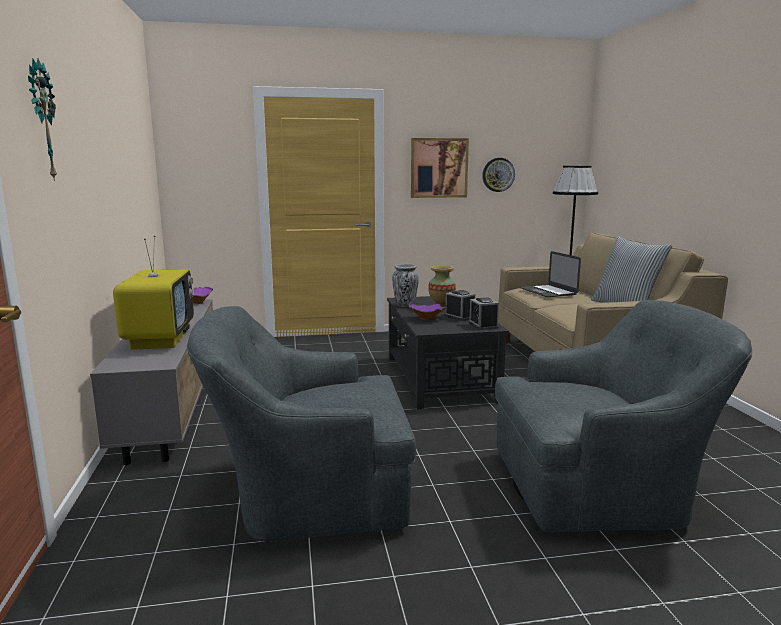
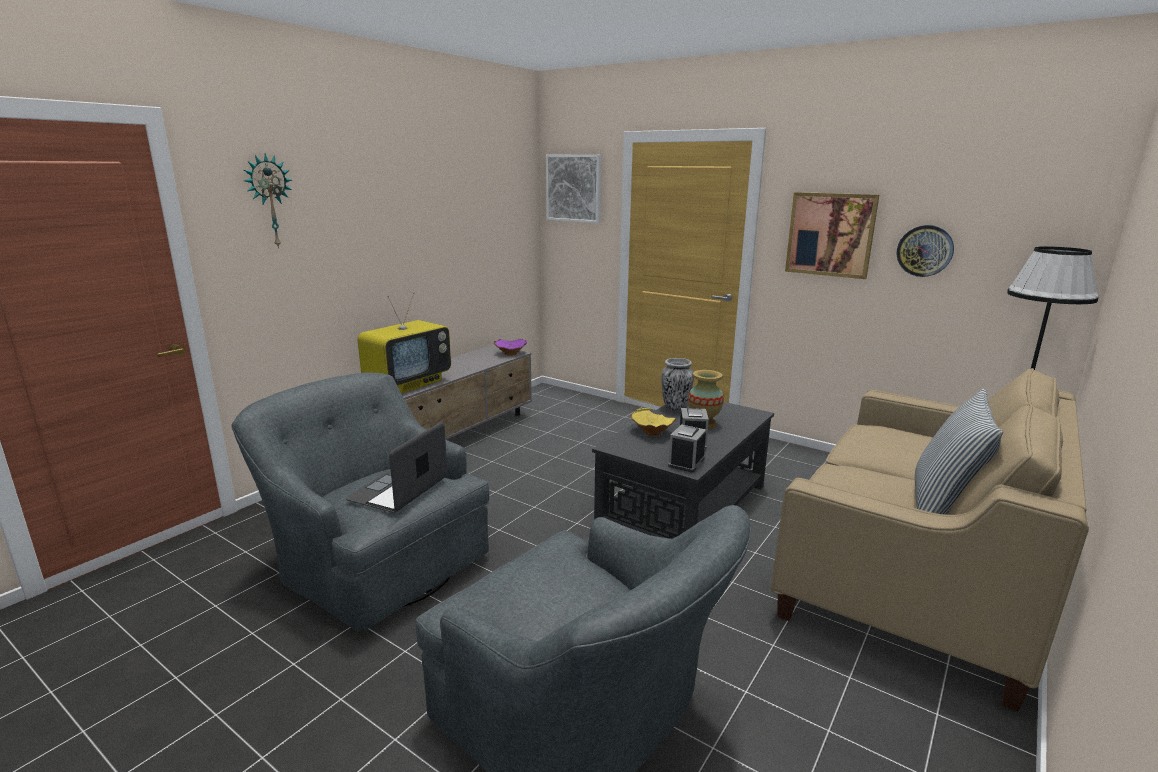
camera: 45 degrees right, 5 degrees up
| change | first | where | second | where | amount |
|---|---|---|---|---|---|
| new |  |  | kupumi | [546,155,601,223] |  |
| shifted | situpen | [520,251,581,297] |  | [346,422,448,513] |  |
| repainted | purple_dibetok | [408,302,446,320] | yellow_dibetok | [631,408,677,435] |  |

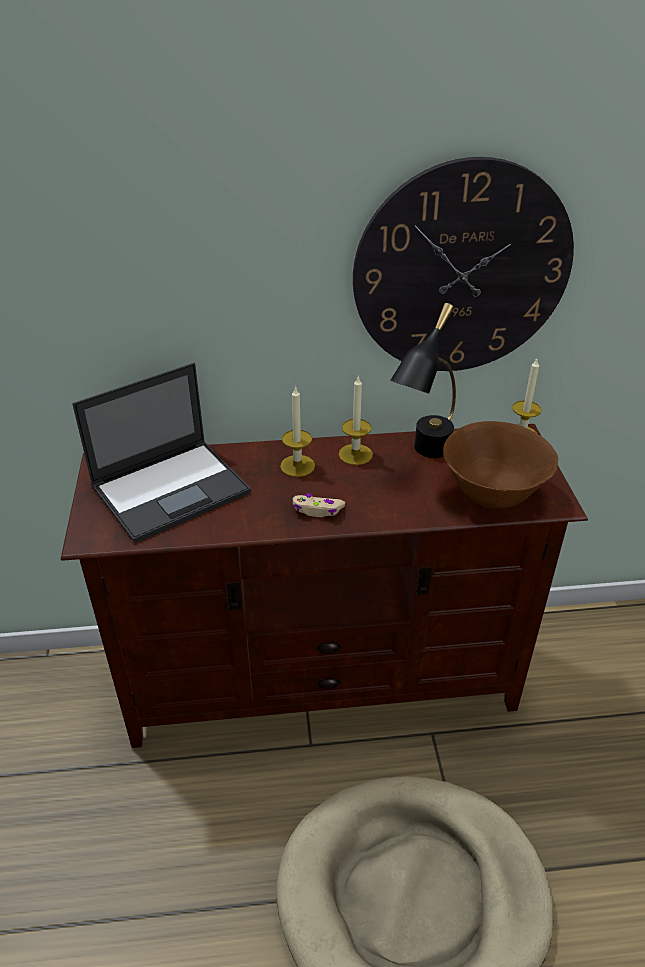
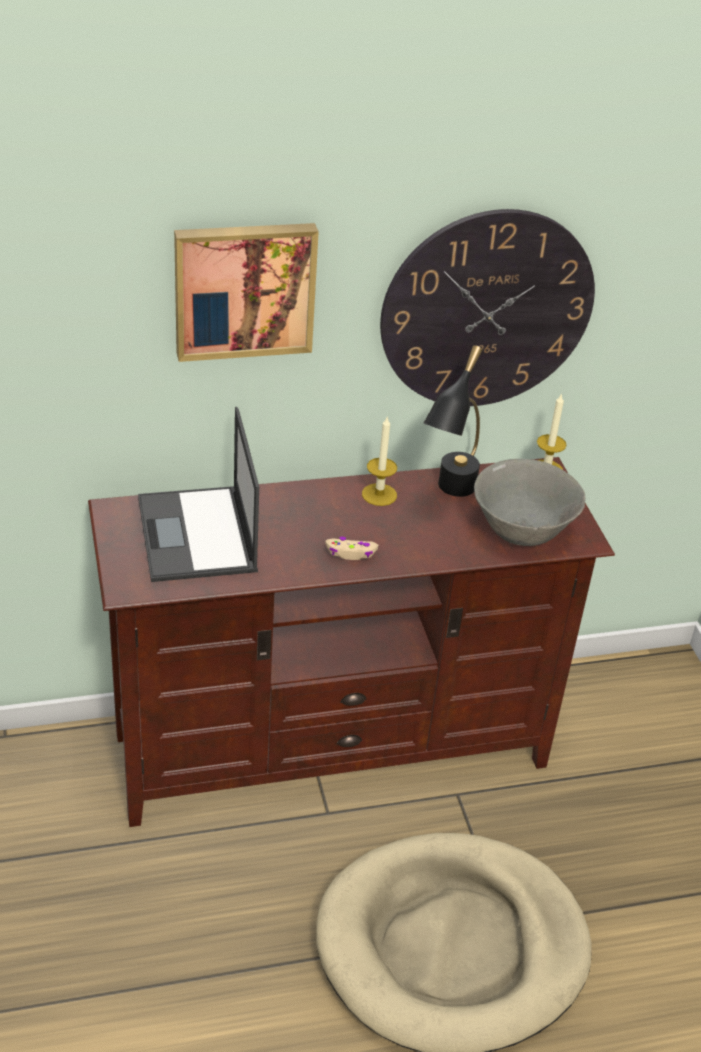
camera: 10 degrees left, 0 degrees up
| change | first | where | second | where | amount |
|---|---|---|---|---|---|
| gone | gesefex | [280,386,315,477] |  |  |  |
| new |  |  | kupumi | [174,223,319,362] |  |
| repainted | brown_dibetok | [443,421,558,508] | grey_dibetok | [474,459,585,546] |  |
| rotated | situpen | [72,363,251,543] |  | [138,407,259,582] | 120 degrees clockwise |

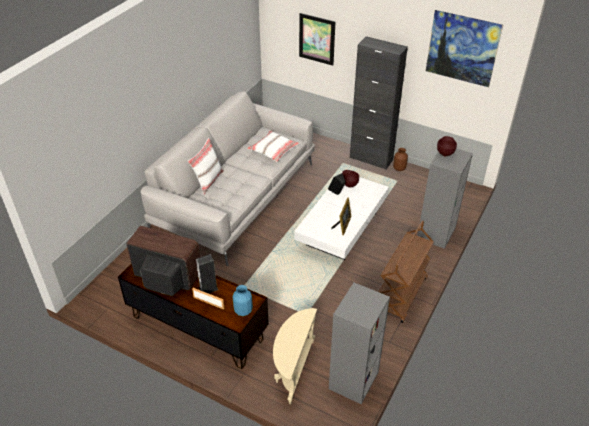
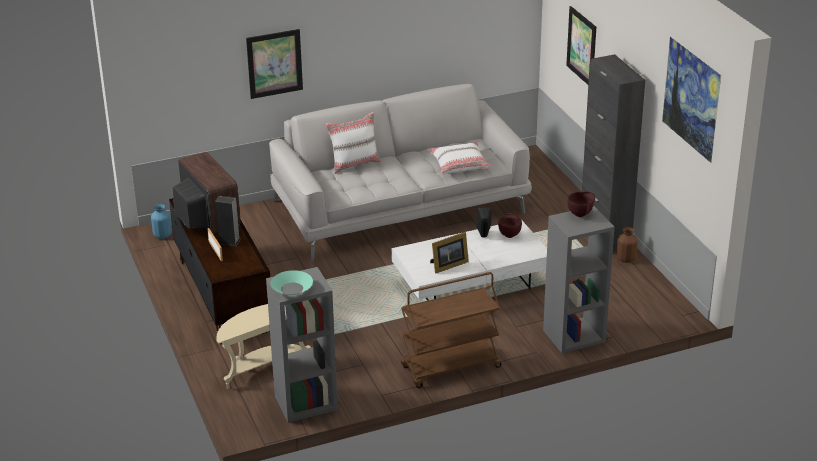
camera: 40 degrees right, 10 degrees down
| change | first | where | second | where | amount |
|---|---|---|---|---|---|
| new |  |  | kupumi | [246,29,303,99] |  |
| new |  |  | turquoise_dibetok | [271,270,313,295] |  |
| shifted | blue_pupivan | [233,285,253,316] |  | [151,204,172,239] |  |

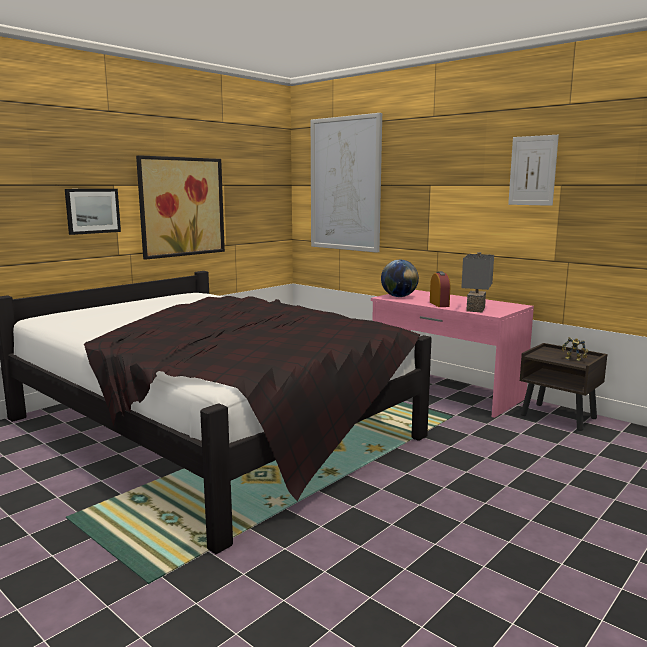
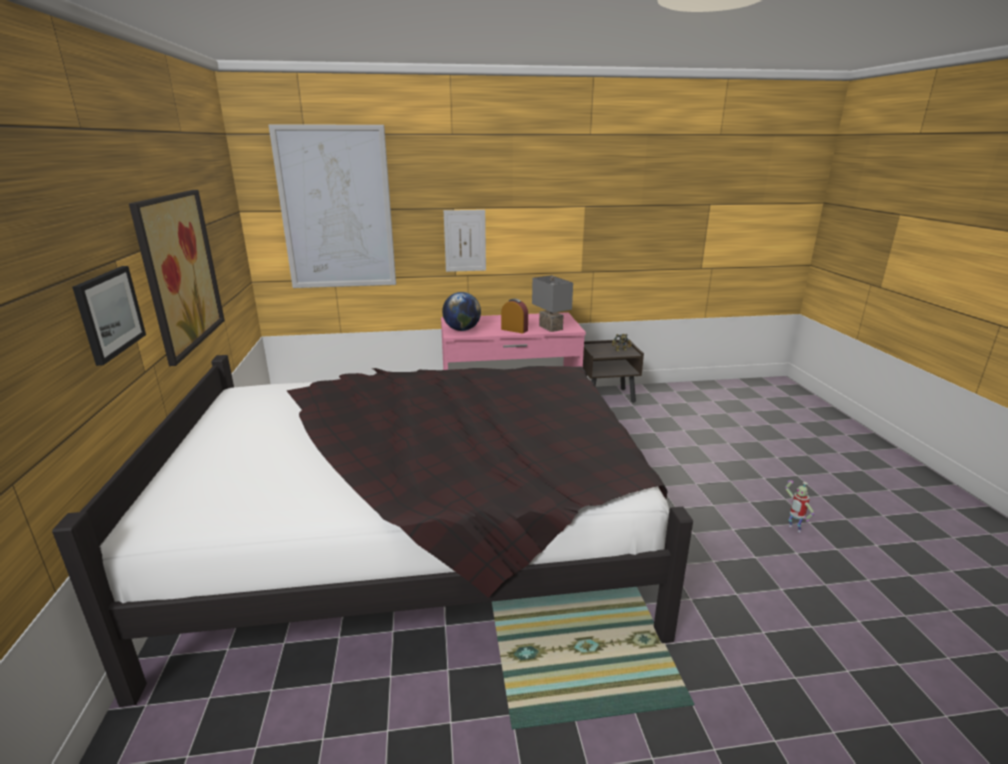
camera: 50 degrees left, 10 degrees up
| change | first | where | second | where | amount |
|---|---|---|---|---|---|
| new |  |  | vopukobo | [785,480,814,532] |  |
| shifted | kupumi | [508,135,559,206] |  | [444,210,486,272] |  |

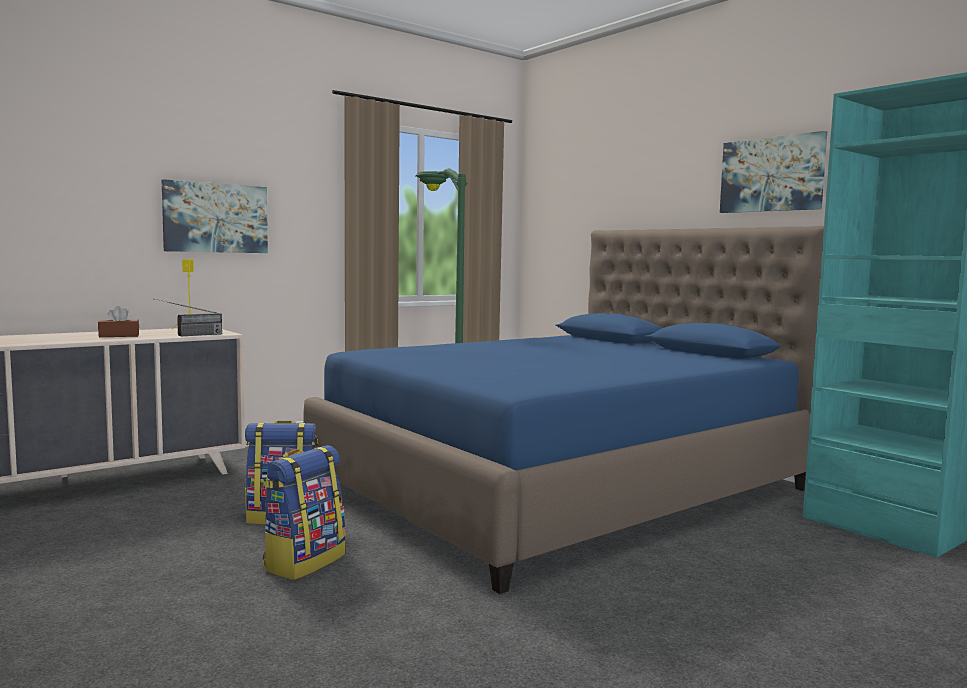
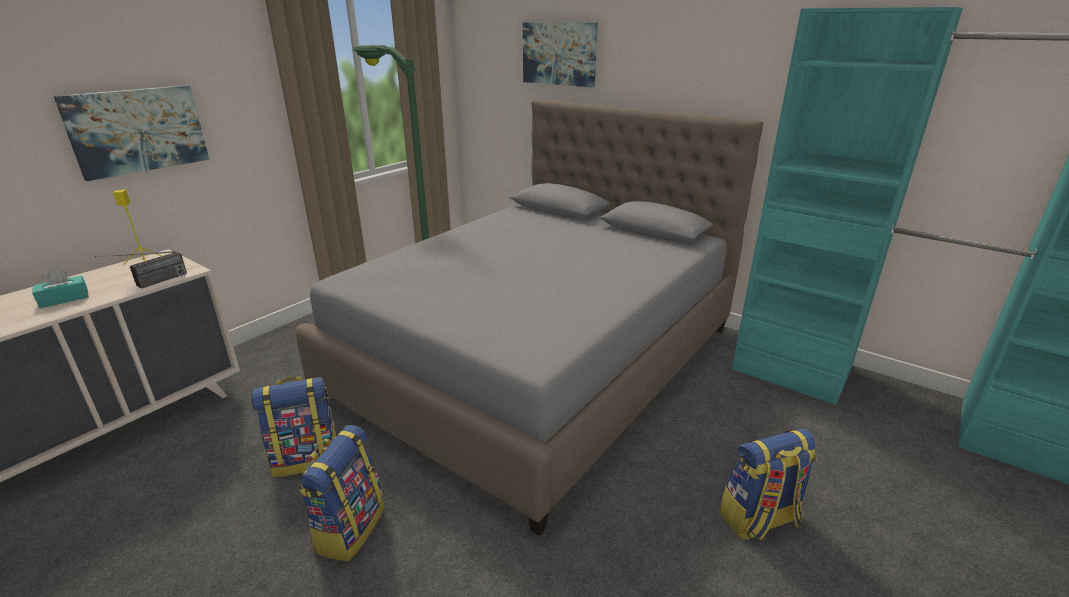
camera: 15 degrees left, 20 degrees up
| change | first | where | second | where | amount |
|---|---|---|---|---|---|
| new |  |  | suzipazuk | [720,428,817,540] |  |
| shifted | kupumi | [720,131,827,213] |  | [523,22,598,87] |  |
| repainted | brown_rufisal | [98,306,139,337] | turquoise_rufisal | [32,269,89,308] |  |
| repainted | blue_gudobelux | [304,226,824,594] | grey_gudobelux | [295,99,763,536] |  |

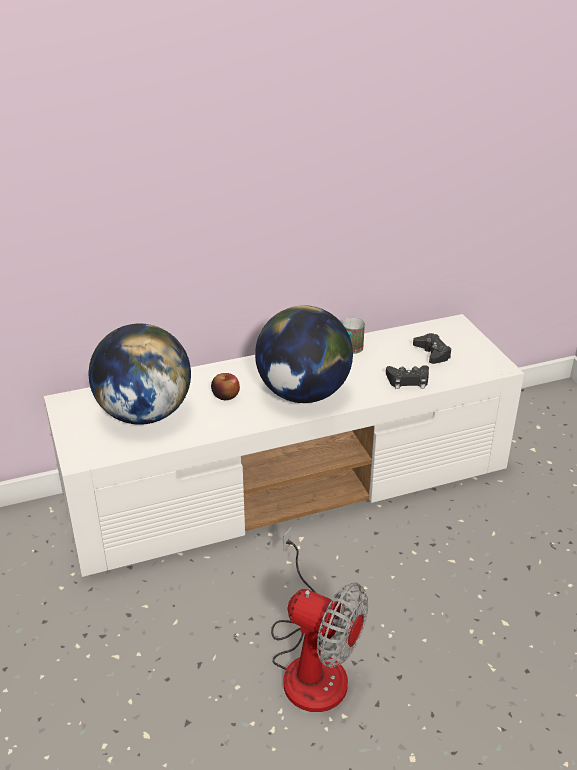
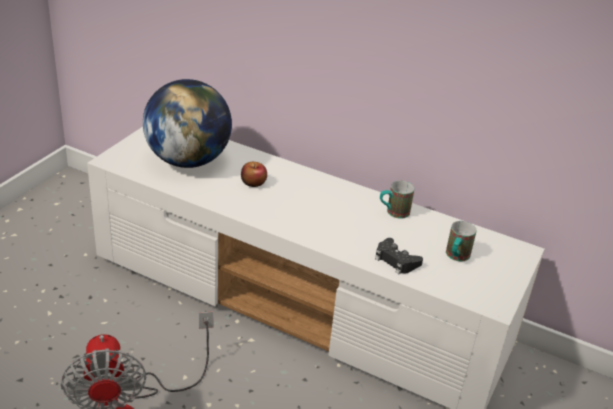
camera: 45 degrees right, 0 degrees up
| change | first | where | second | where | amount |
|---|---|---|---|---|---|
| gone | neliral | [255,305,353,403] |  |  |  |
| swapped | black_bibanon | [413,333,451,364] | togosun | [446,221,477,261] |  |

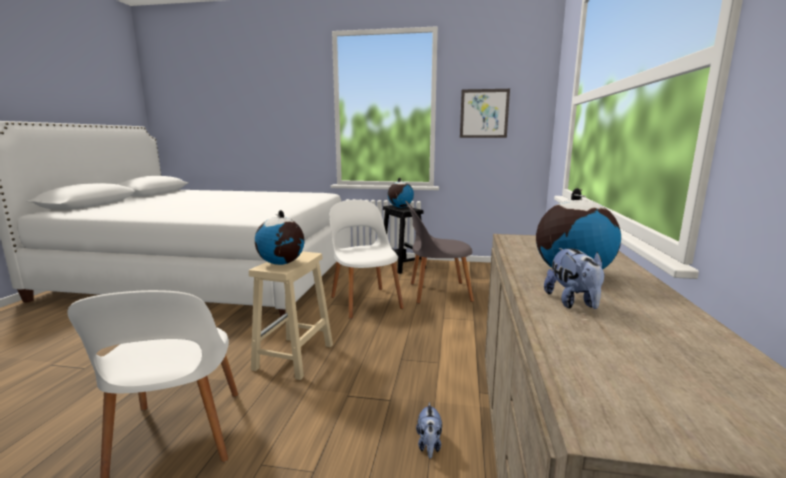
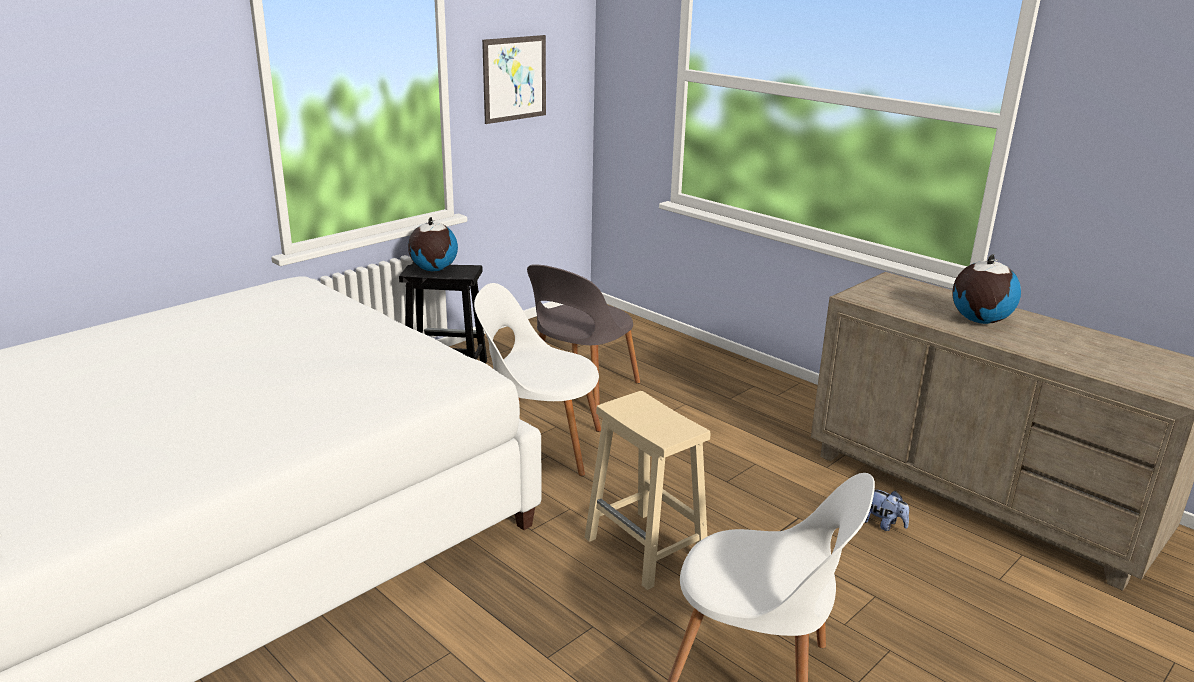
camera: 55 degrees left, 10 degrees up
| change | first | where | second | where | amount |
|---|---|---|---|---|---|
| gone | neliral | [255,210,304,265] |  |  |  |
| gone | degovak | [544,248,605,309] |  |  |  |

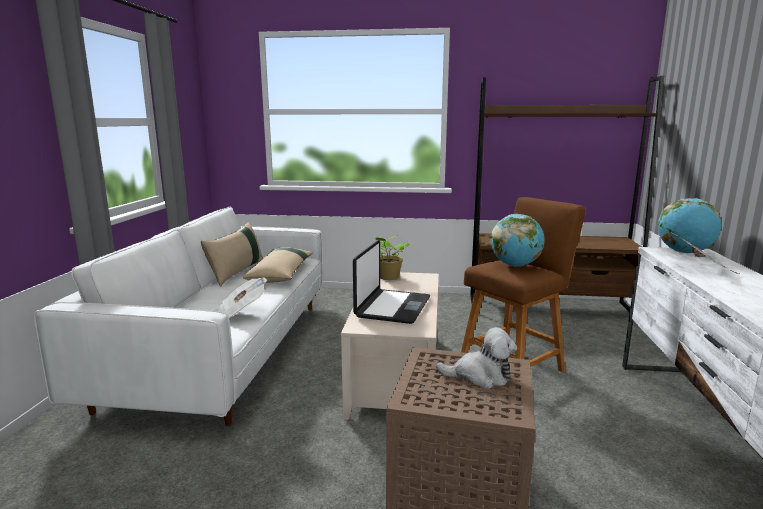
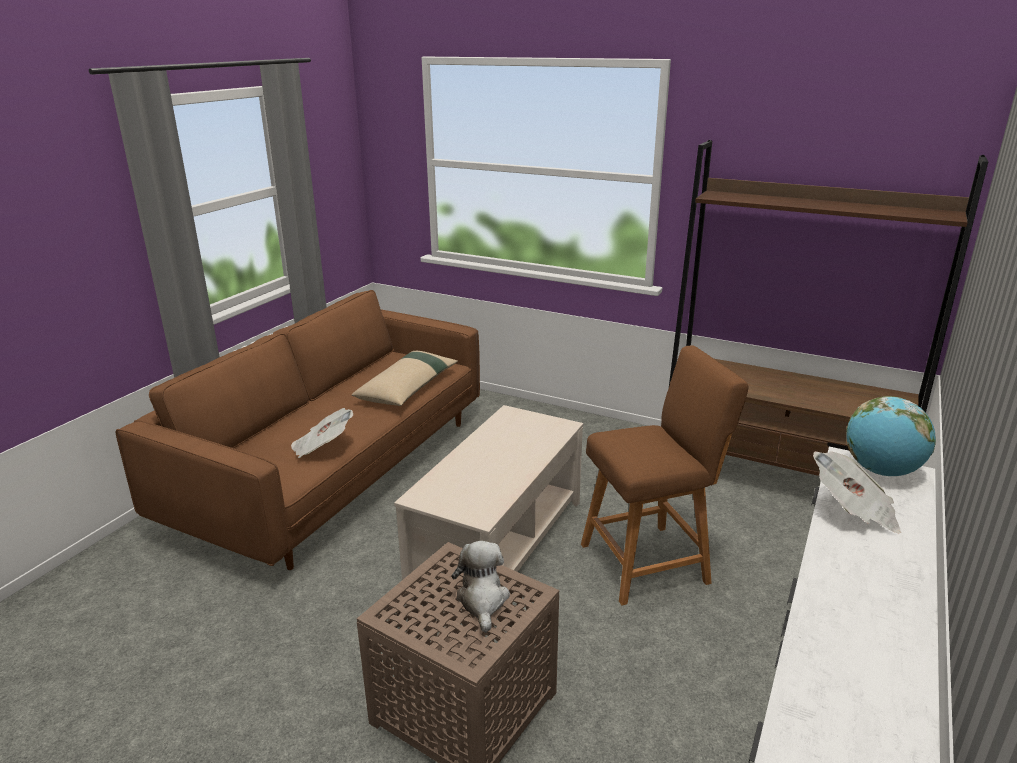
camera: 20 degrees right, 10 degrees up
| change | first | where | second | where | amount |
|---|---|---|---|---|---|
| gone | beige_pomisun | [201,222,263,286] |  |  |  |
| gone | situpen | [353,240,430,324] |  |  |  |
| gone | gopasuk | [376,236,410,280] |  |  |  |
| gone | neliral | [491,214,545,267] |  |  |  |
| repainted | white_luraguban | [33,207,323,426] | brown_luraguban | [116,290,480,570] |  |
| rotated | degovak | [436,327,517,389] |  | [452,541,510,633] | 120 degrees counterclockwise |

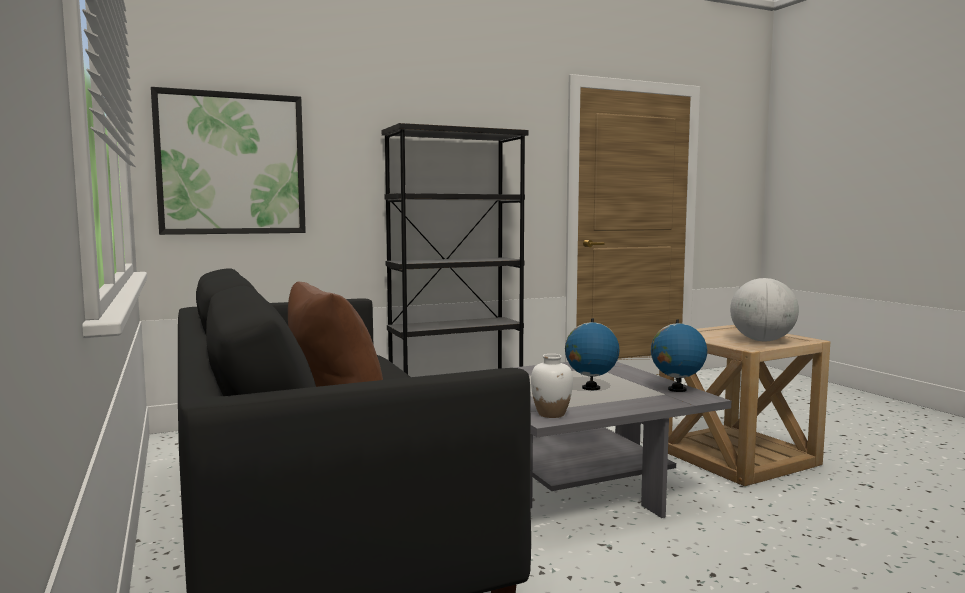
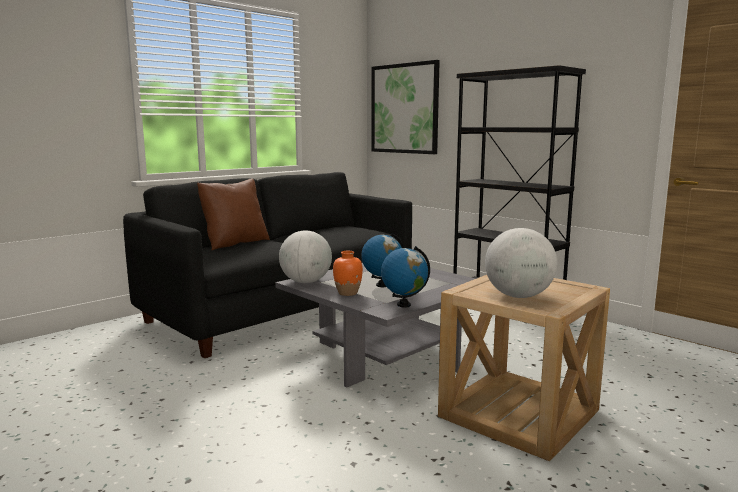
camera: 70 degrees right, 5 degrees up
| change | first | where | second | where | amount |
|---|---|---|---|---|---|
| new |  |  | orange_pupivan | [333,251,363,296] |  |
| swapped | white_pupivan | [531,354,573,418] | neliral | [279,230,332,283] |  |

